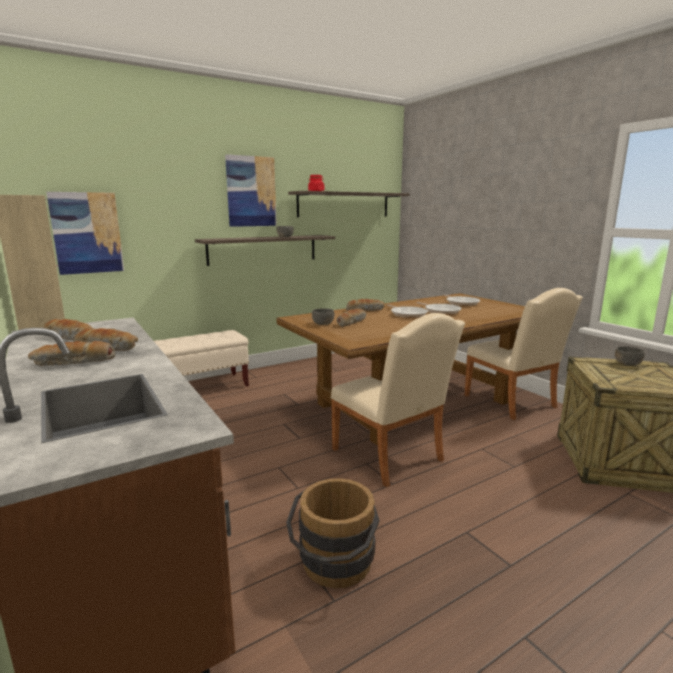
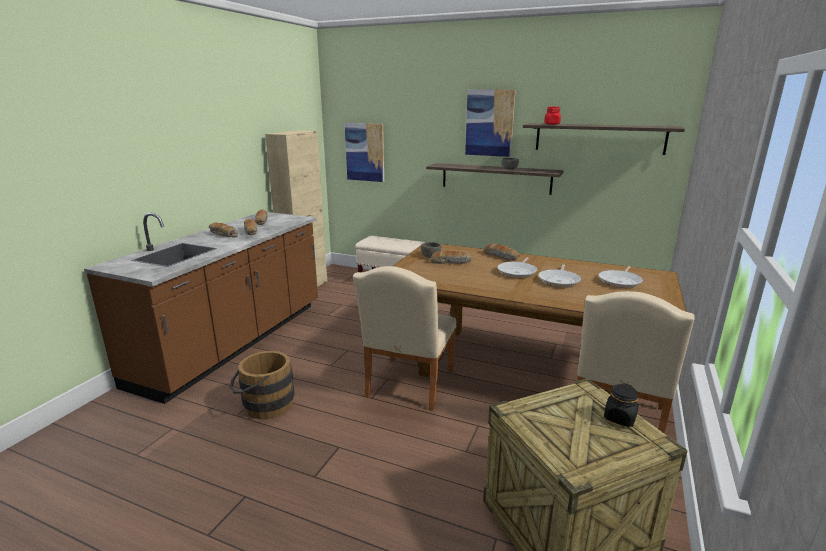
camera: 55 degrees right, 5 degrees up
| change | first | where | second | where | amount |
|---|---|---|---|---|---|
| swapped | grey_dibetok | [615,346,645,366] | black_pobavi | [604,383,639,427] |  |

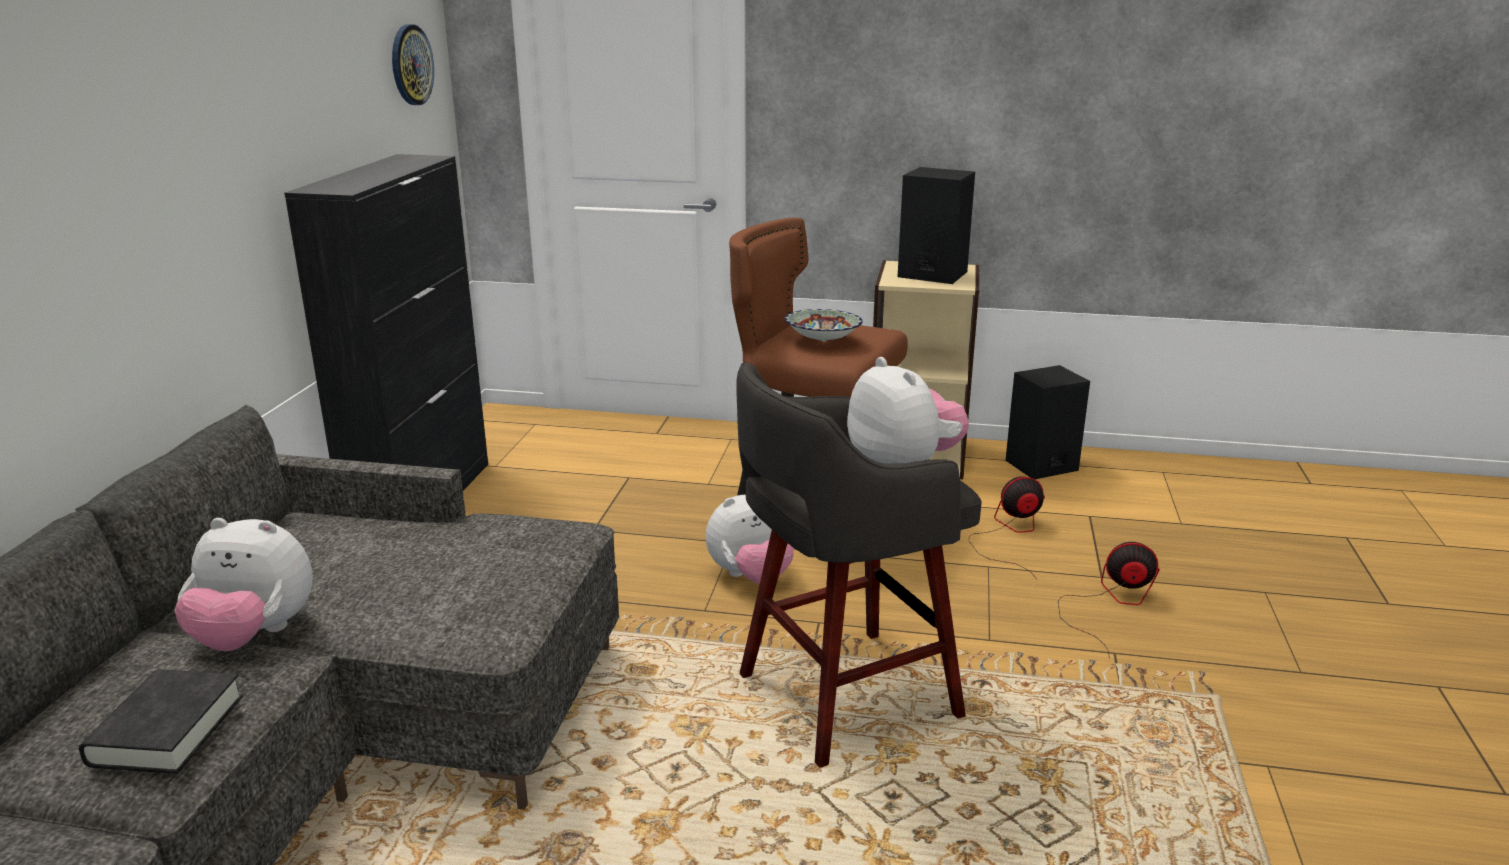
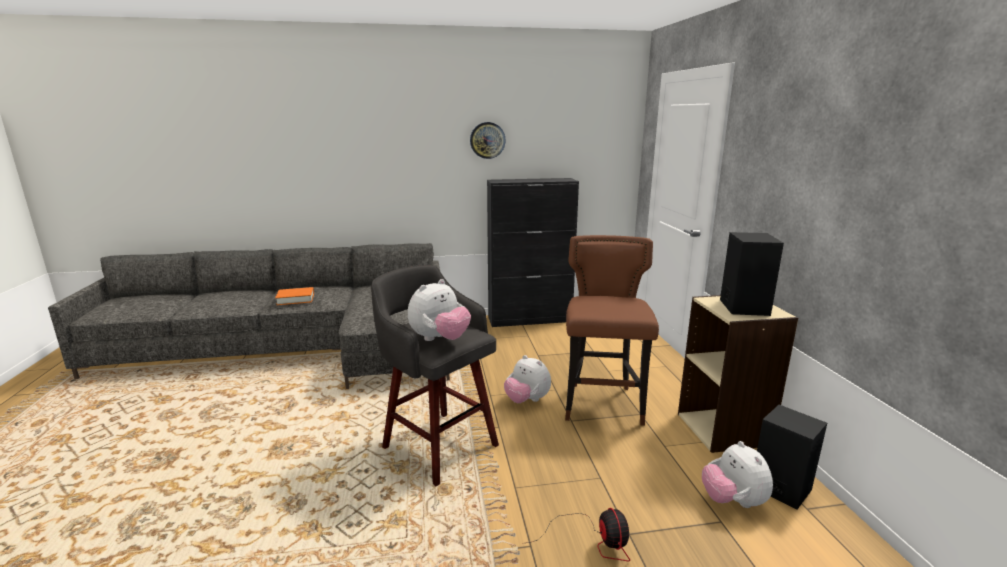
camera: 70 degrees right, 5 degrees down
| change | first | where | second | where | amount |
|---|---|---|---|---|---|
| gone | dibetok | [784,309,863,341] |  |  |  |
| gone | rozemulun | [968,476,1045,579] |  |  |  |
| shifted | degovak | [175,518,313,651] |  | [702,441,773,508] |  |
| shifted | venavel | [392,24,434,105] |  | [470,122,506,159] |  |
| repainted | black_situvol | [79,669,243,774] | orange_situvol | [275,287,314,305] |  |

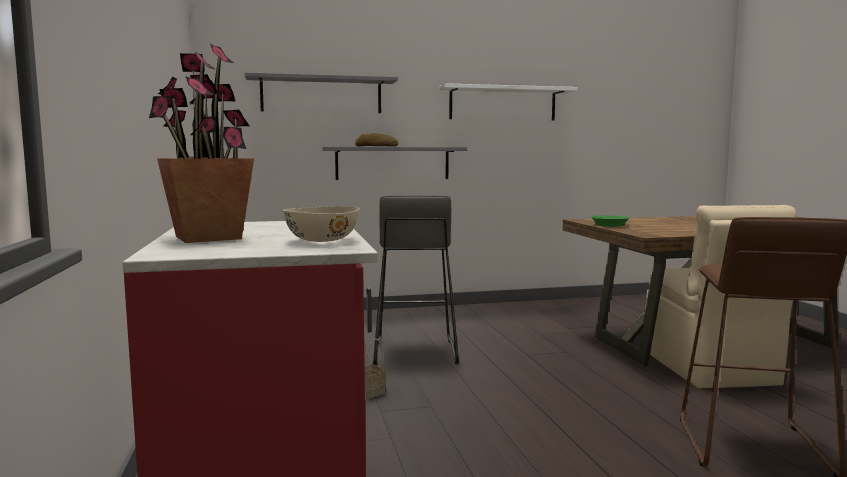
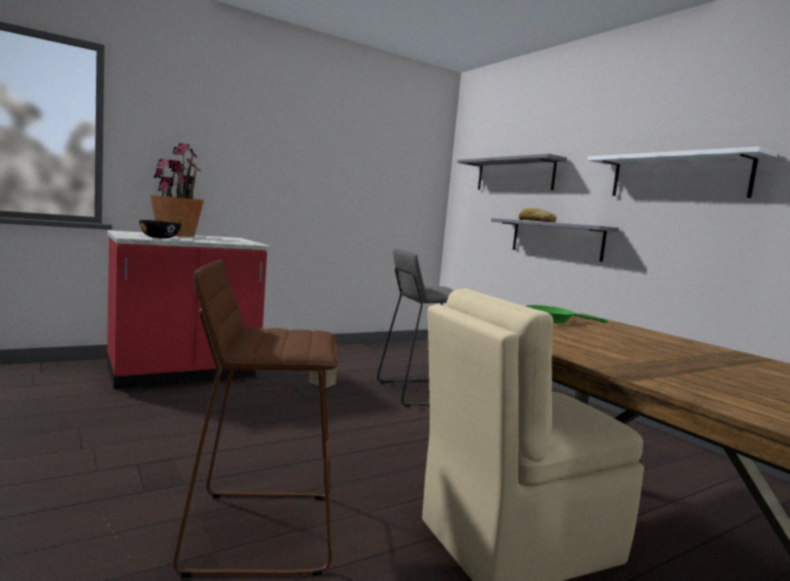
camera: 70 degrees right, 0 degrees up
| change | first | where | second | where | amount |
|---|---|---|---|---|---|
| repainted | beige_dibetok | [283,206,359,242] | black_dibetok | [139,220,181,239] |  |

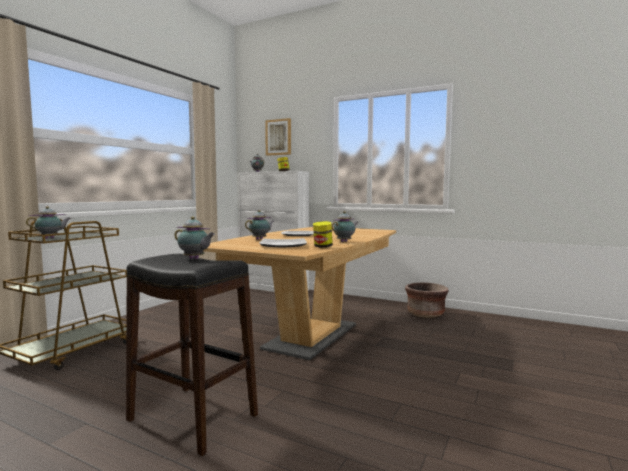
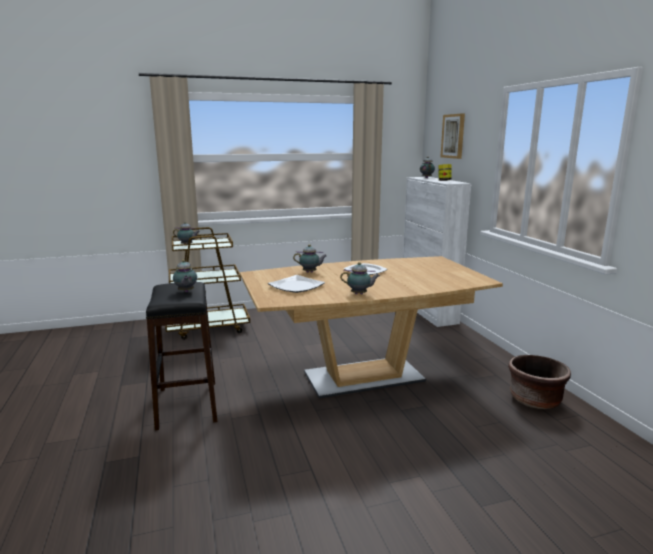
camera: 45 degrees right, 10 degrees up
| change | first | where | second | where | amount |
|---|---|---|---|---|---|
| gone | pobavi | [313,221,333,248] |  |  |  |

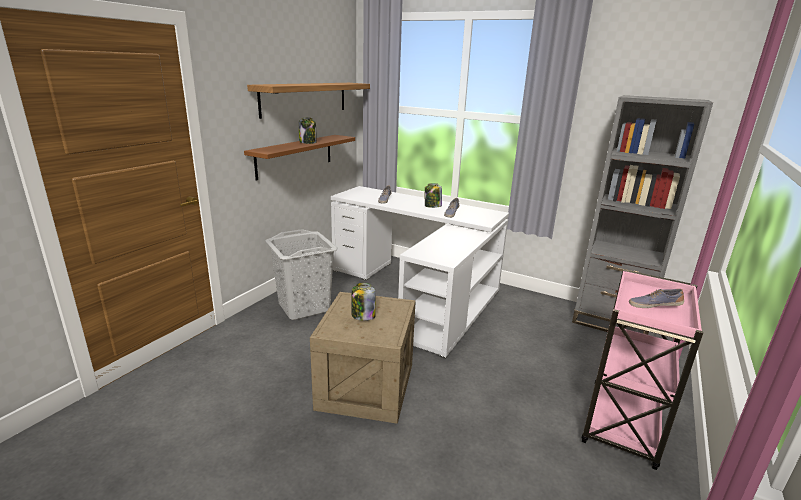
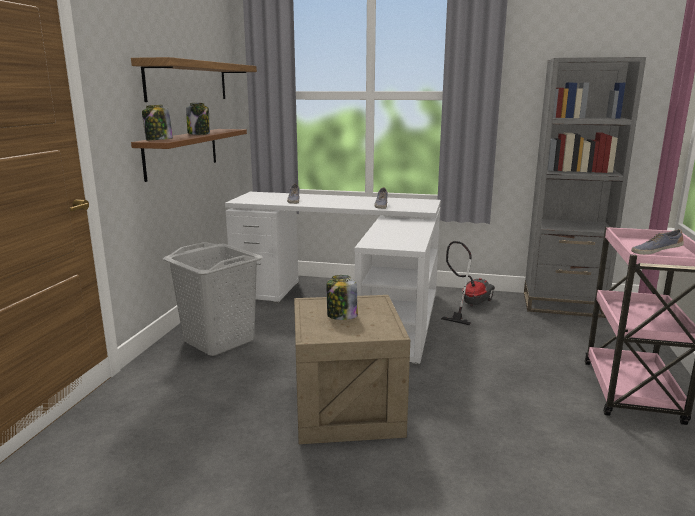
camera: 15 degrees left, 5 degrees down
| change | first | where | second | where | amount |
|---|---|---|---|---|---|
| new |  |  | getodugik | [441,241,495,325] |  |
| shifted | pobavi | [425,183,442,208] |  | [142,105,173,141] |  |

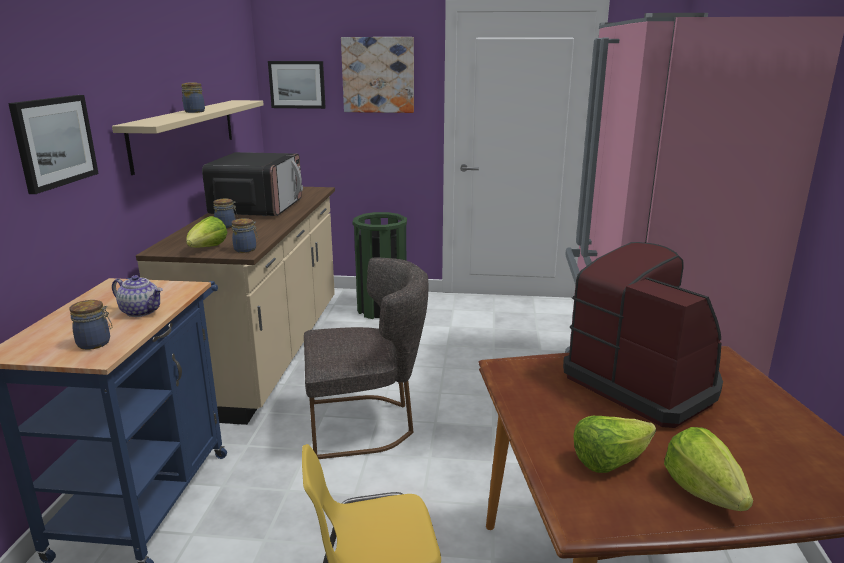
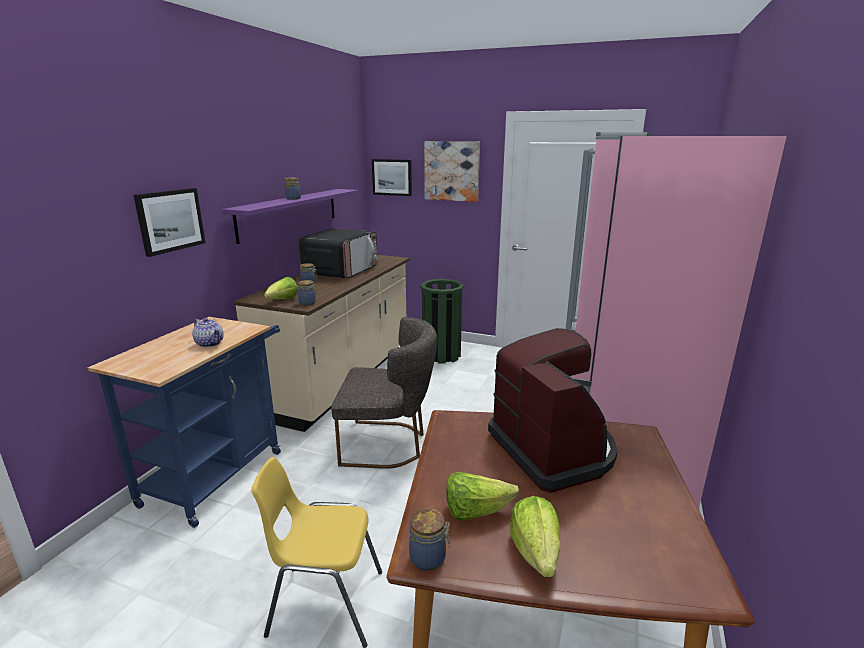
camera: 15 degrees right, 0 degrees up
| change | first | where | second | where | amount |
|---|---|---|---|---|---|
| shifted | pobavi | [69,300,112,350] |  | [409,508,450,571] |  |
| repainted | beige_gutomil | [112,100,264,175] | purple_gutomil | [222,189,358,244] |  |

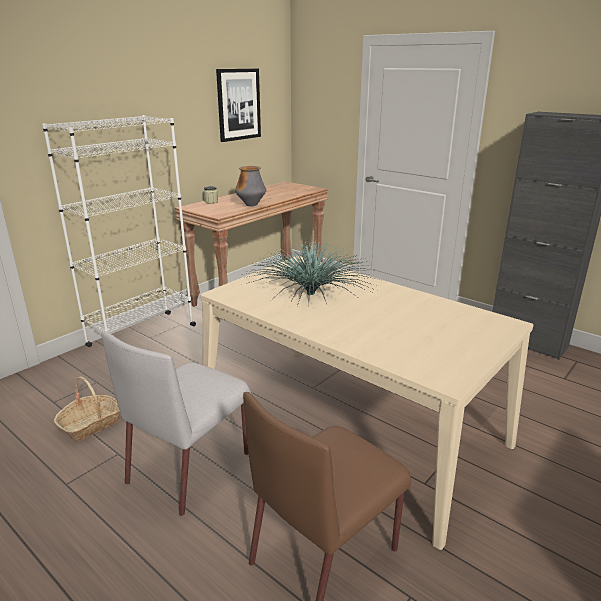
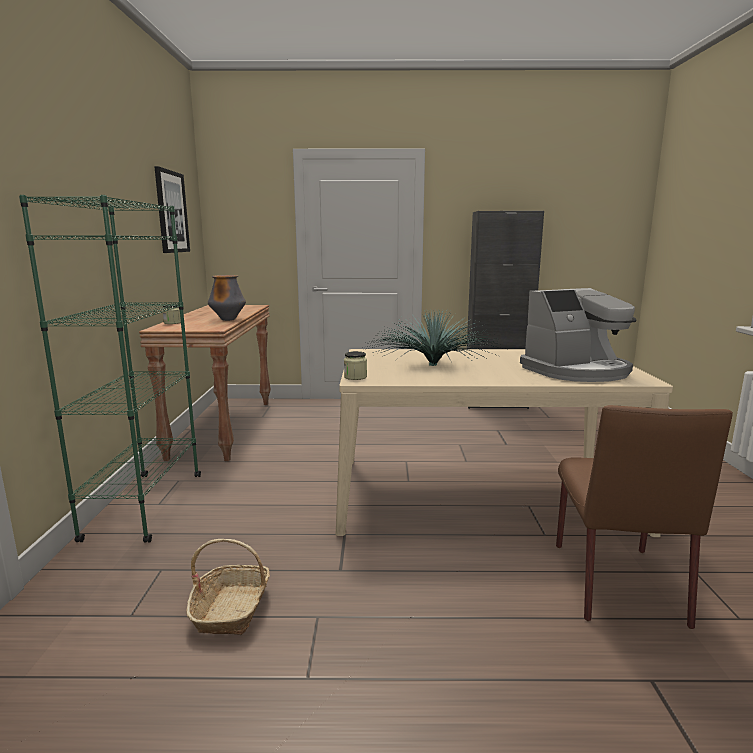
camera: 40 degrees left, 10 degrees down
| change | first | where | second | where | amount |
|---|---|---|---|---|---|
| gone | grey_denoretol | [101,331,251,516] |  |  |  |
| new |  |  | pobavi | [344,351,367,380] |  |
| new |  |  | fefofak | [520,288,636,382] |  |
| repainted | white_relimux | [42,115,196,347] | green_relimux | [19,195,201,543] |  |

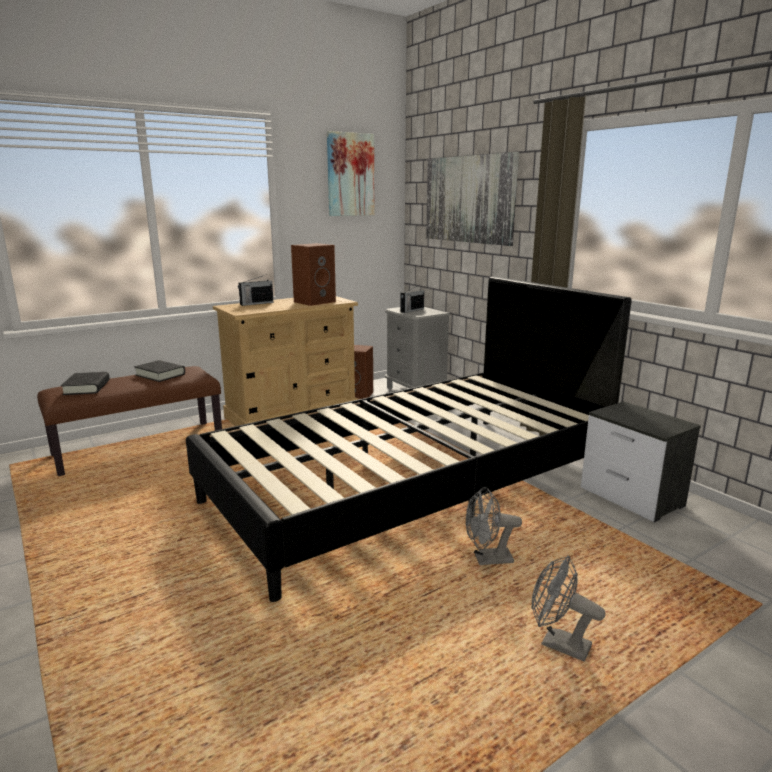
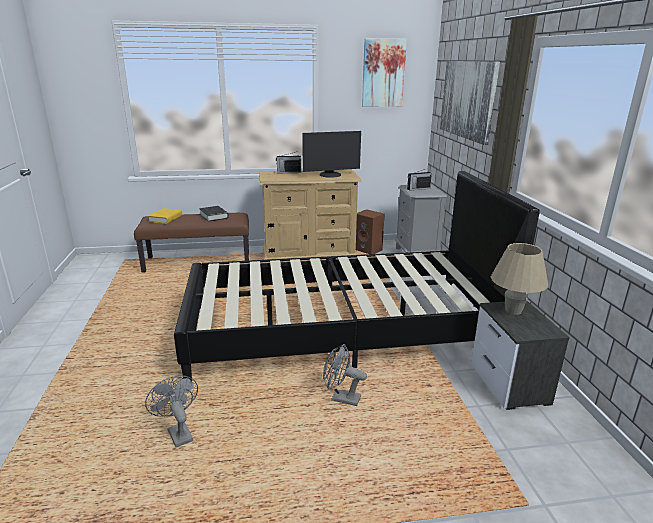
camera: 25 degrees right, 5 degrees up
| change | first | where | second | where | amount |
|---|---|---|---|---|---|
| new |  |  | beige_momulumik | [491,243,548,315] |  |
| shifted | grey_rozemulun | [531,555,605,662] |  | [145,376,198,447] |  |
| swapped | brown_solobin | [291,243,336,306] | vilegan | [302,131,361,178] |  |
| repainted | black_situvol | [61,372,110,395] | yellow_situvol | [148,208,182,224] |  |

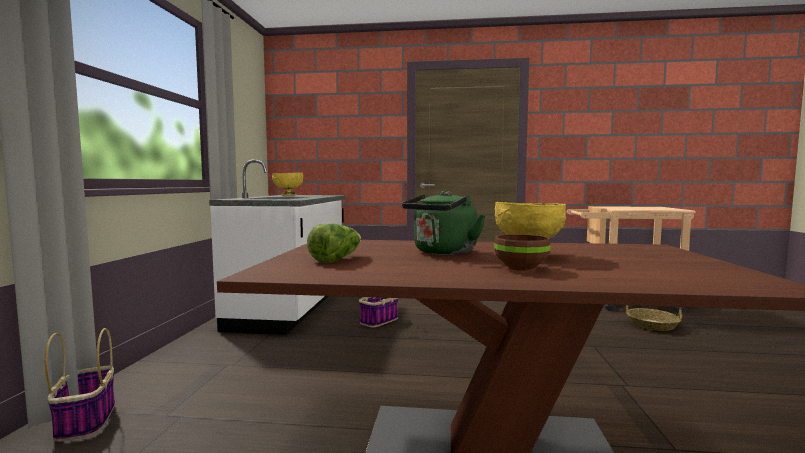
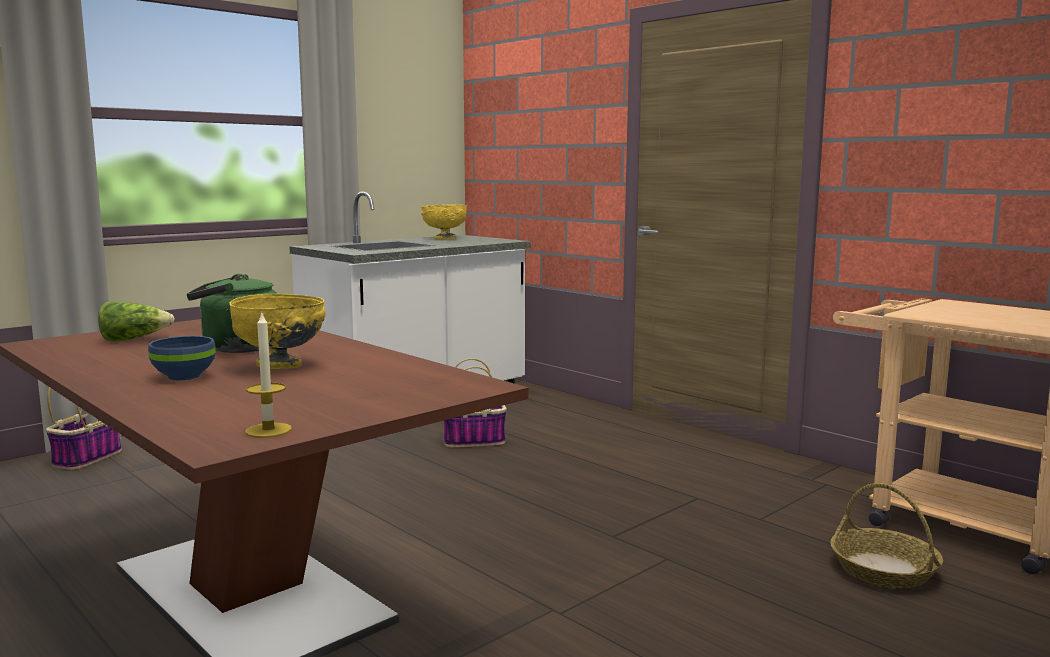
camera: 40 degrees right, 5 degrees up
| change | first | where | second | where | amount |
|---|---|---|---|---|---|
| new |  |  | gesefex | [245,312,292,438] |  |
| repainted | brown_dibetok | [494,234,550,271] | blue_dibetok | [148,336,216,381] |  |

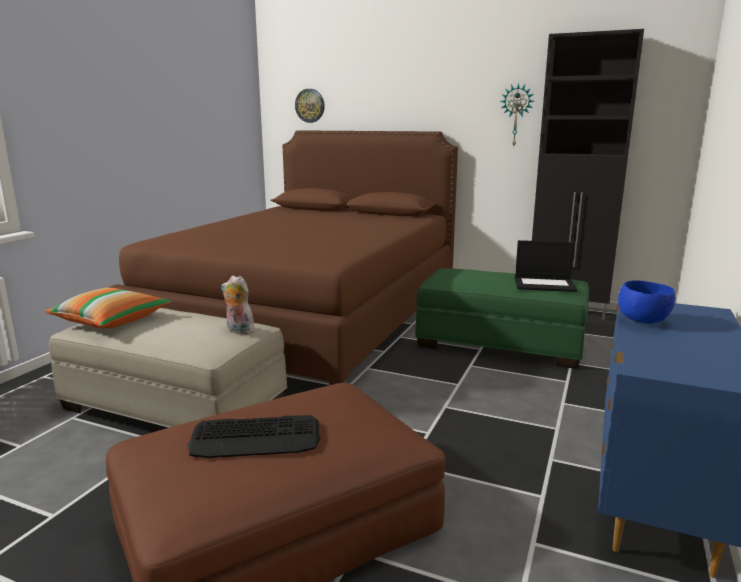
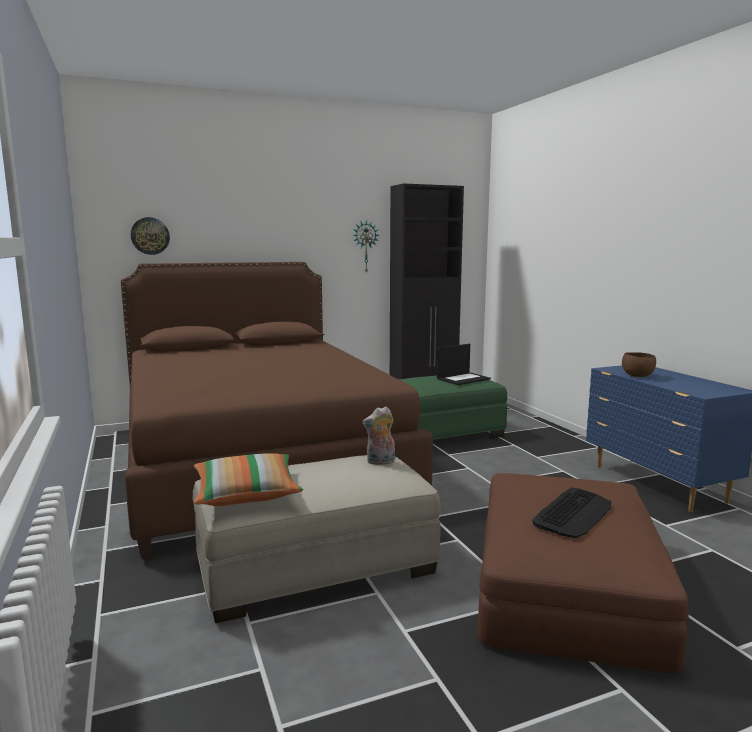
camera: 45 degrees left, 5 degrees down
| change | first | where | second | where | amount |
|---|---|---|---|---|---|
| repainted | blue_dibetok | [618,280,675,324] | brown_dibetok | [622,352,656,377] |  |

